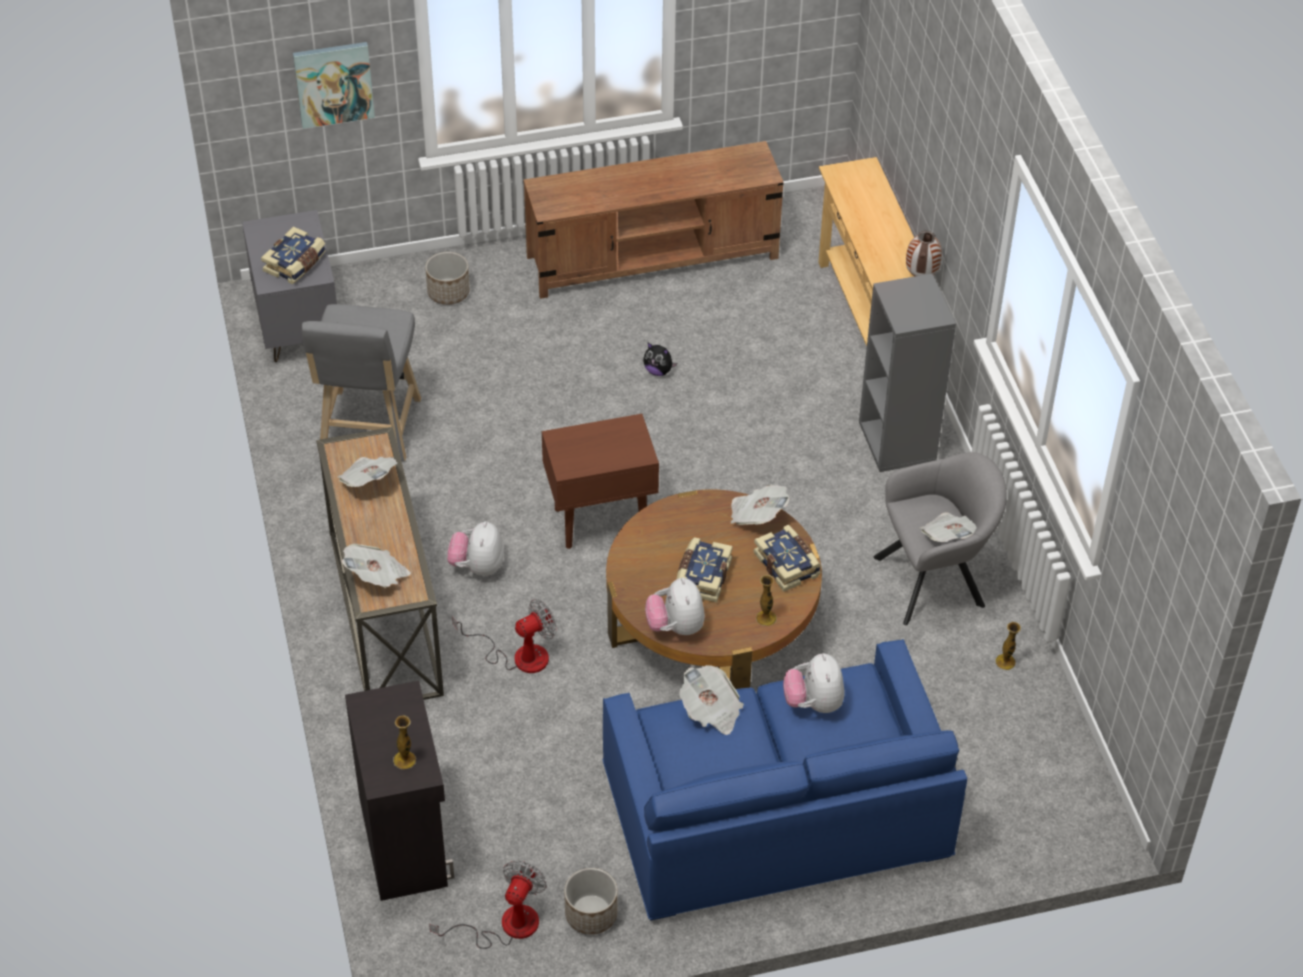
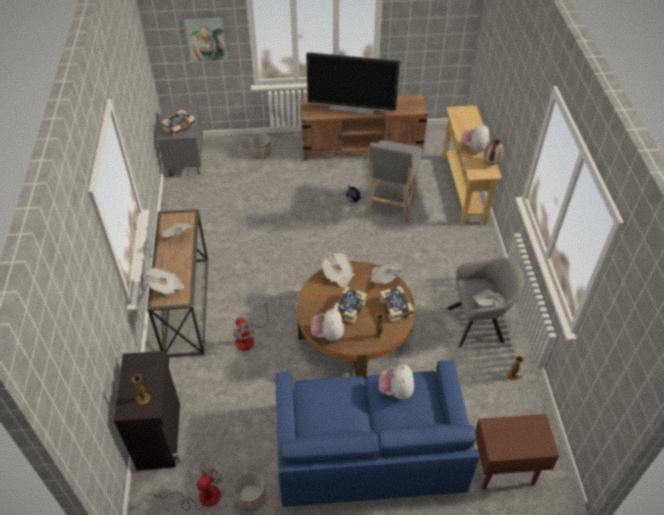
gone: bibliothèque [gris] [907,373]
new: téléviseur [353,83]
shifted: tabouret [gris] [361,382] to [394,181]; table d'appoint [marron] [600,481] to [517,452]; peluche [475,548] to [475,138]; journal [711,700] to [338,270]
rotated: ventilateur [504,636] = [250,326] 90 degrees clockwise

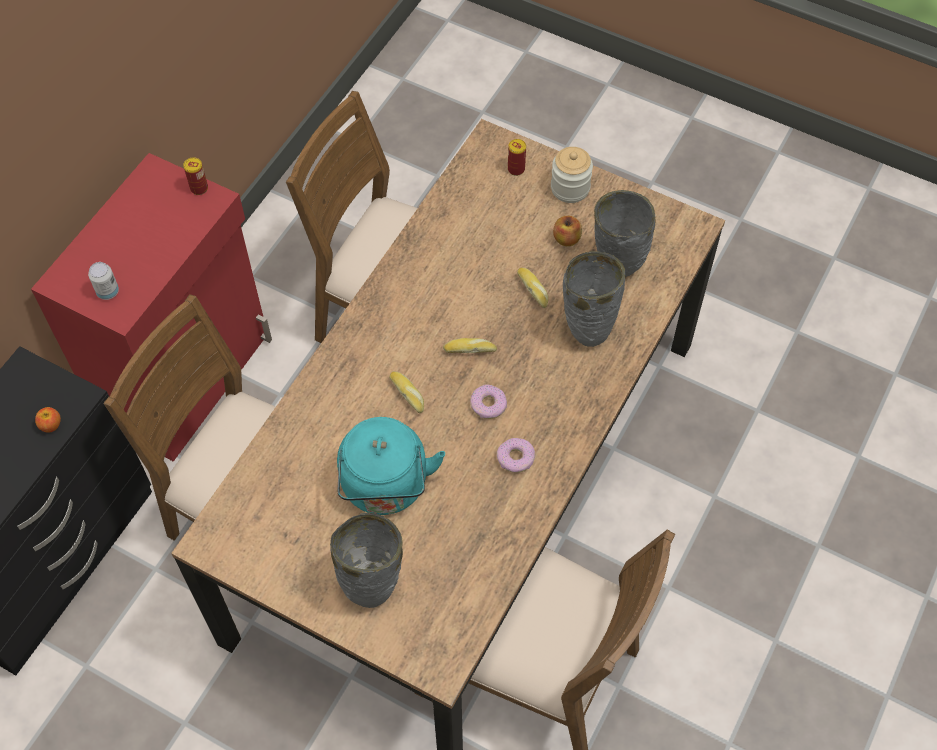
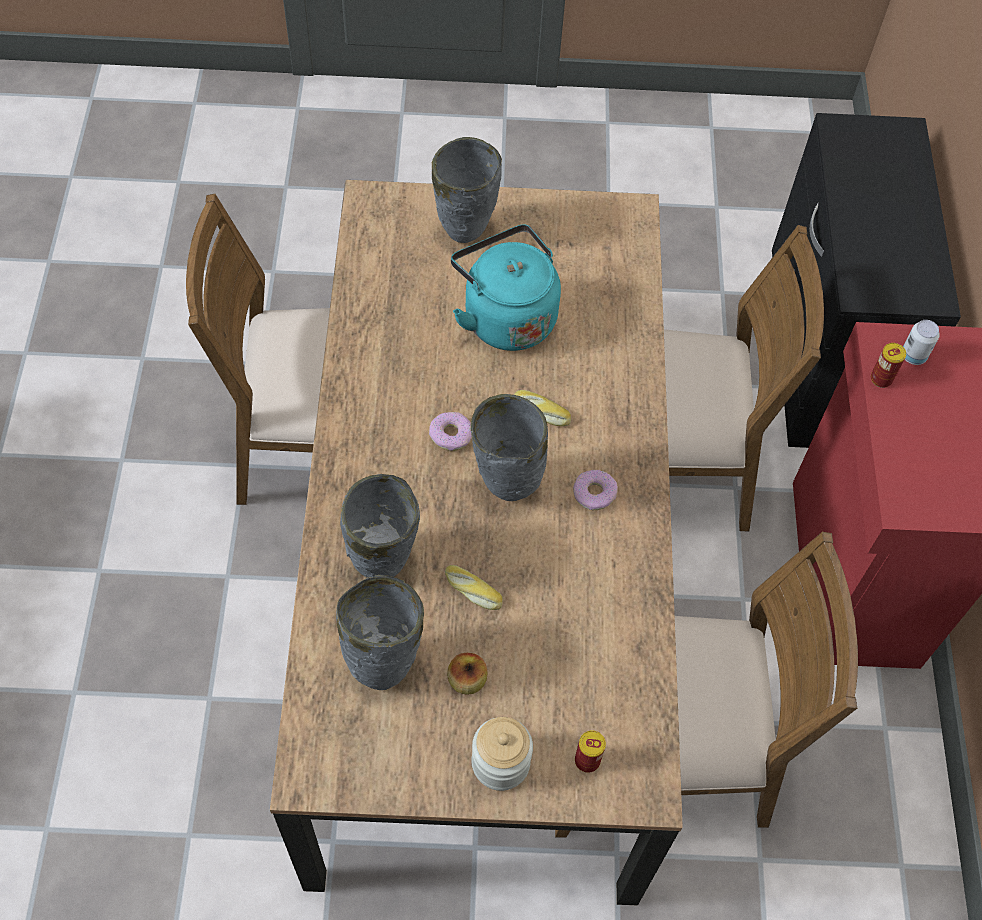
gone: pomme [48,420]
shifted: boîte métallique [195,176] to [888,365]; beignet [515,455] to [595,490]
swapped: pain [470,345] to vase [gris] [509,447]

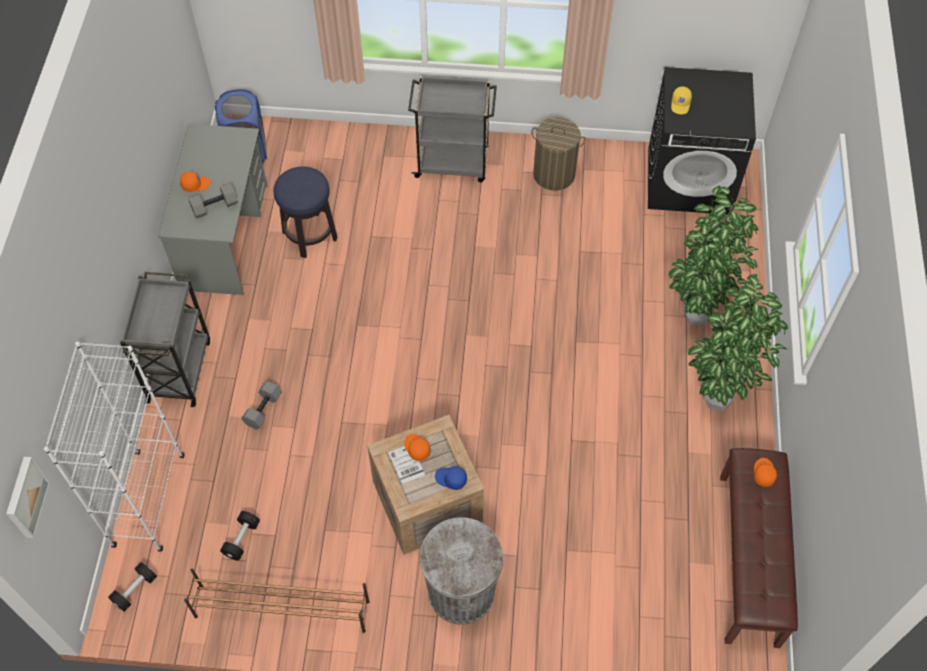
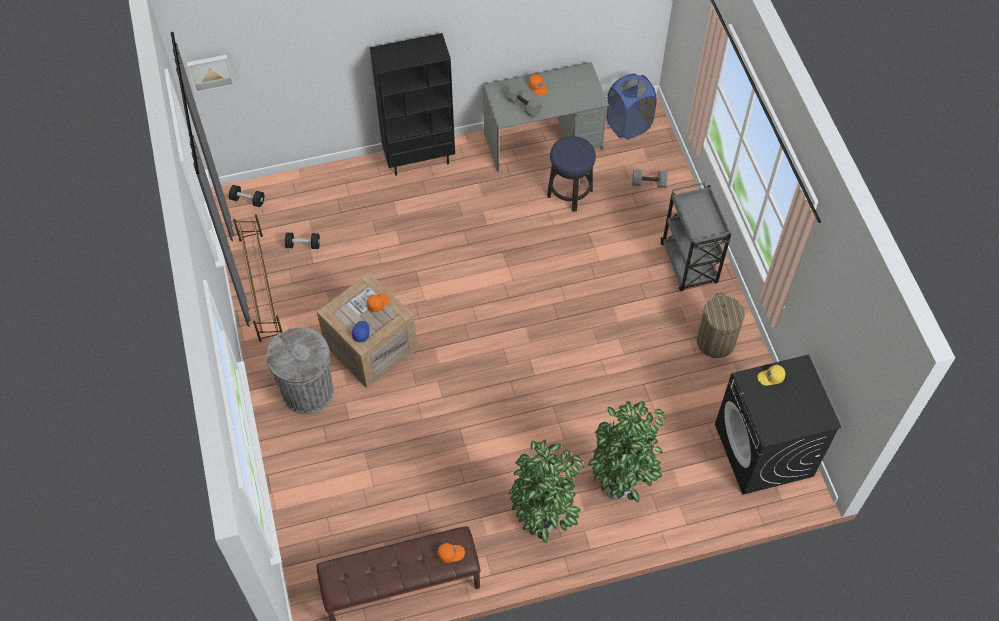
gone: bibliothèque [blanc] [114,447]
shifted: haltère [gris] [261,405] to [650,178]
swapped: chariot [gris] [165,339] to bibliothèque [noir] [412,104]

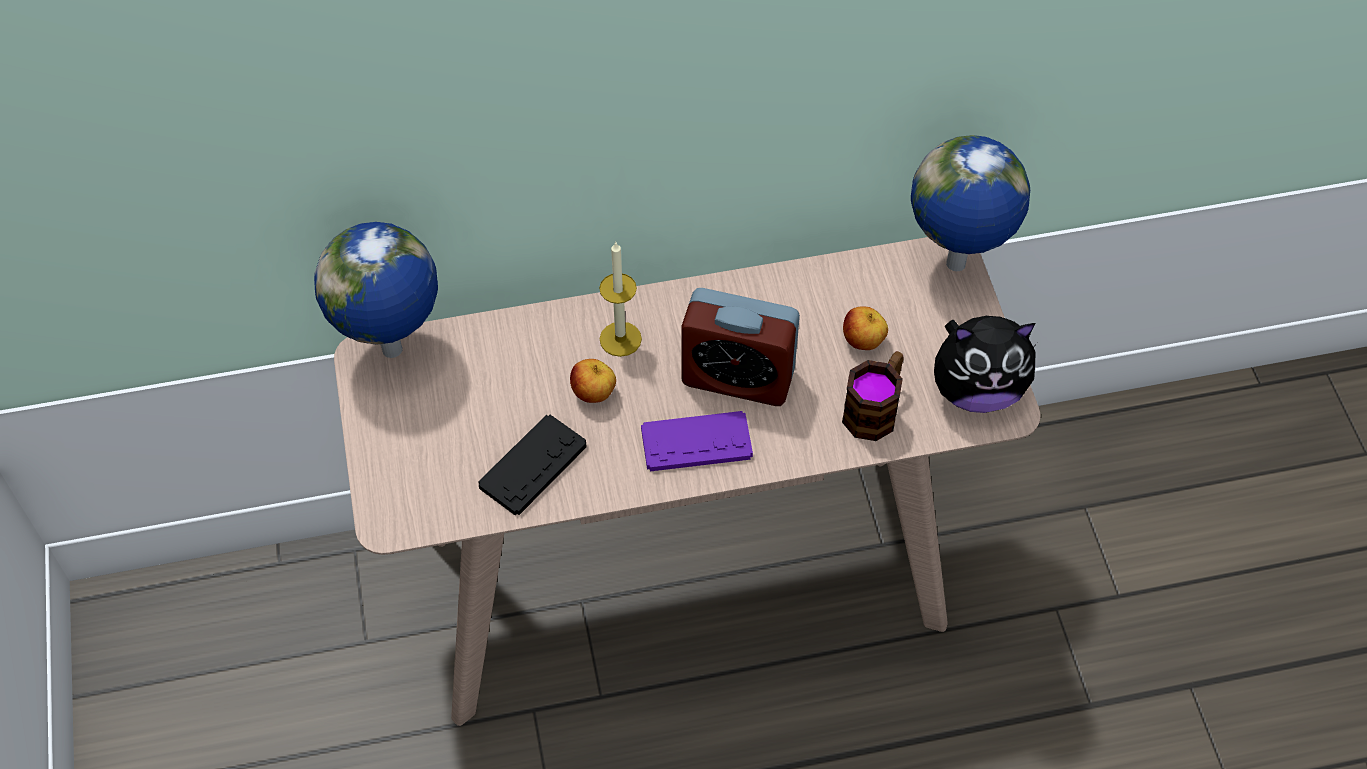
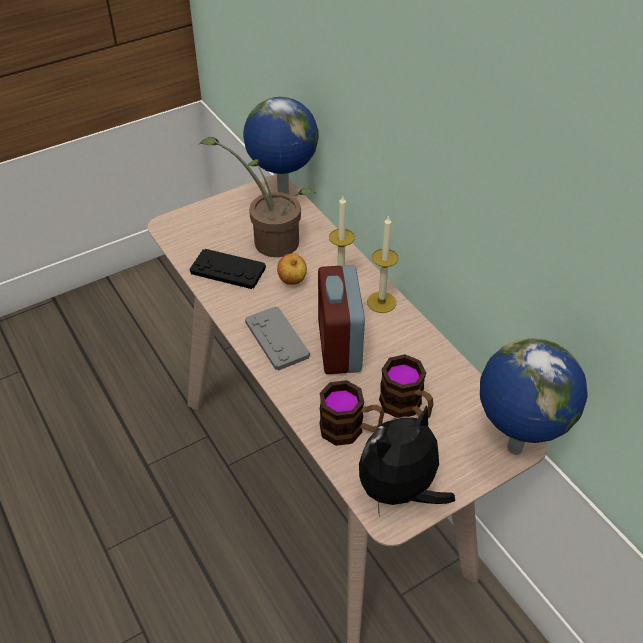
new: plante en pot [257,197]; bougie [382,264]
swapped: pomme [865,328] to mug [406,386]
repainted: manette [violet] [697,441] to manette [gris] [277,338]
rotated: peluche [985,364] = [407,461] 75 degrees clockwise

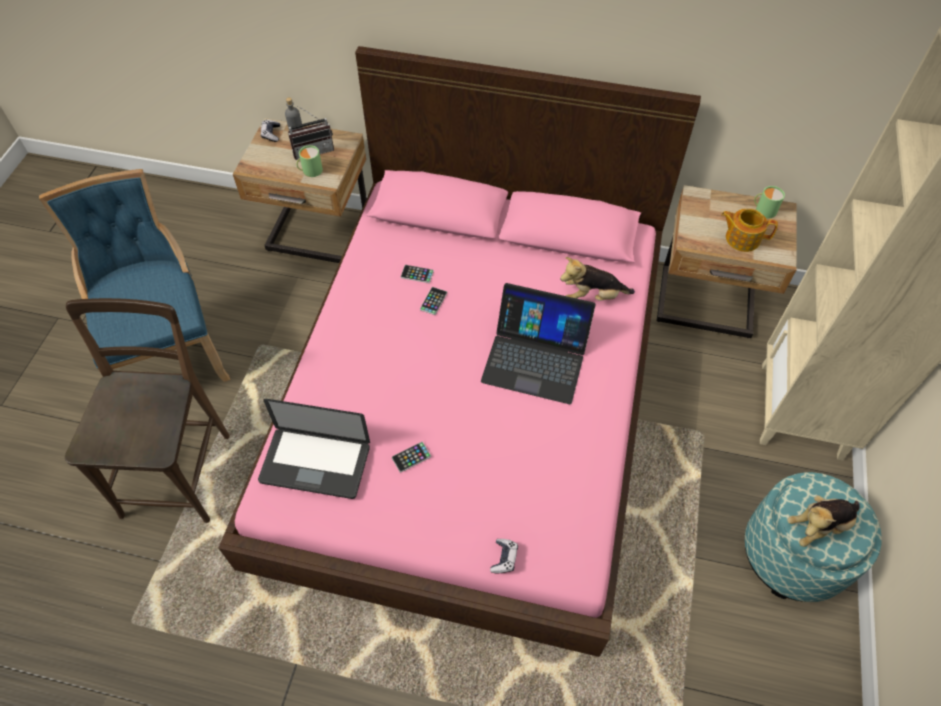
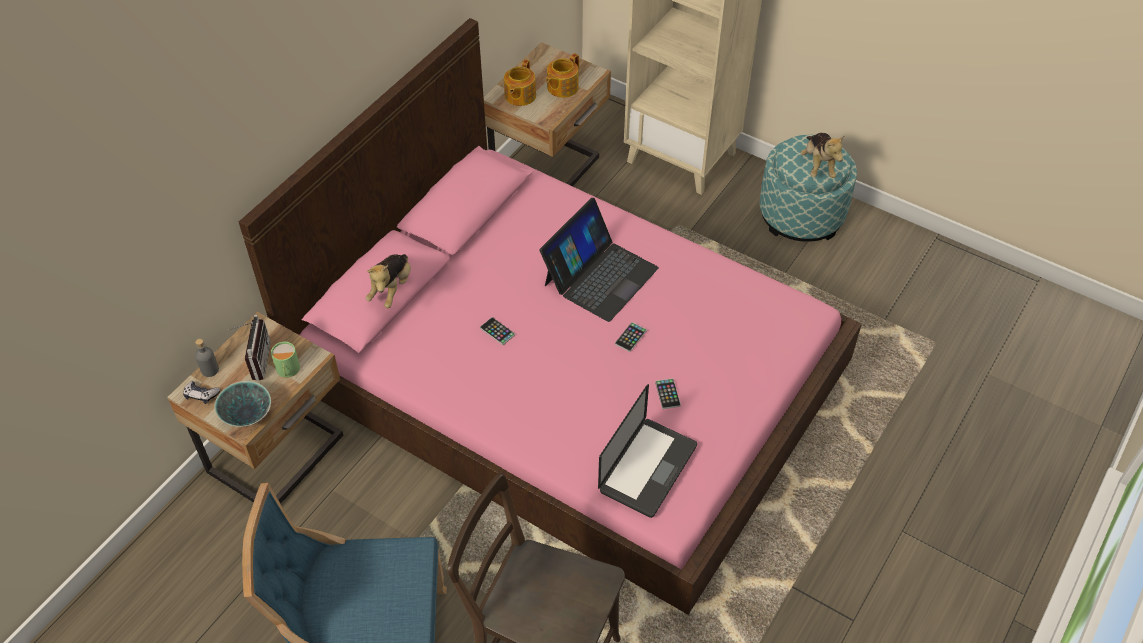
gone: mug [vert] [769,202]; manette [504,556]
new: théière [520,83]; bol [243,404]
shifted: peluche [597,279] to [388,281]; téléphone [417,274] to [631,337]

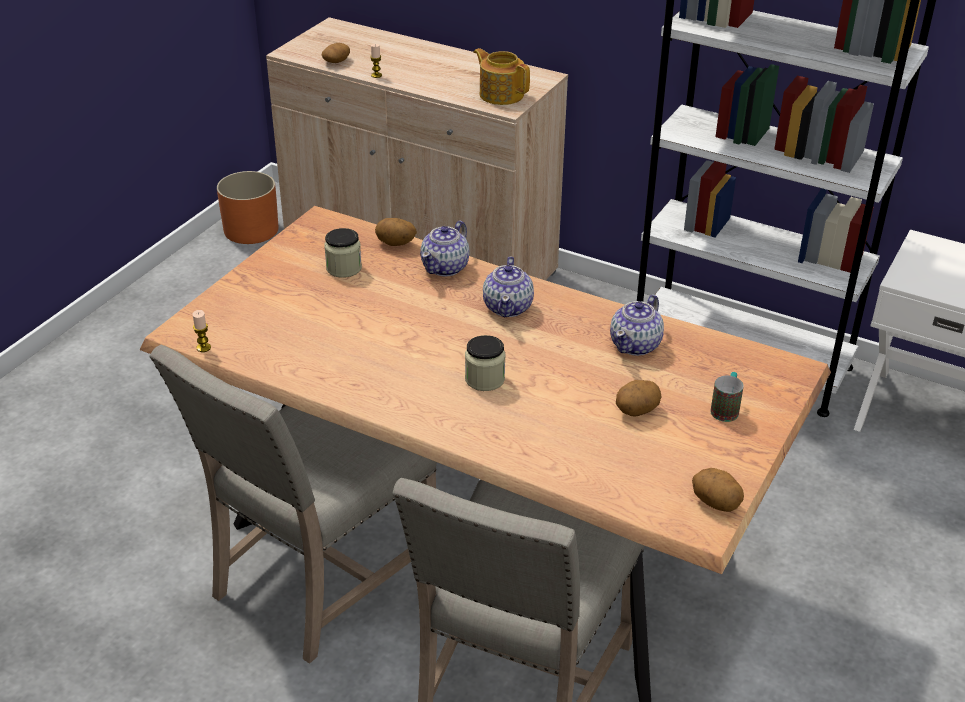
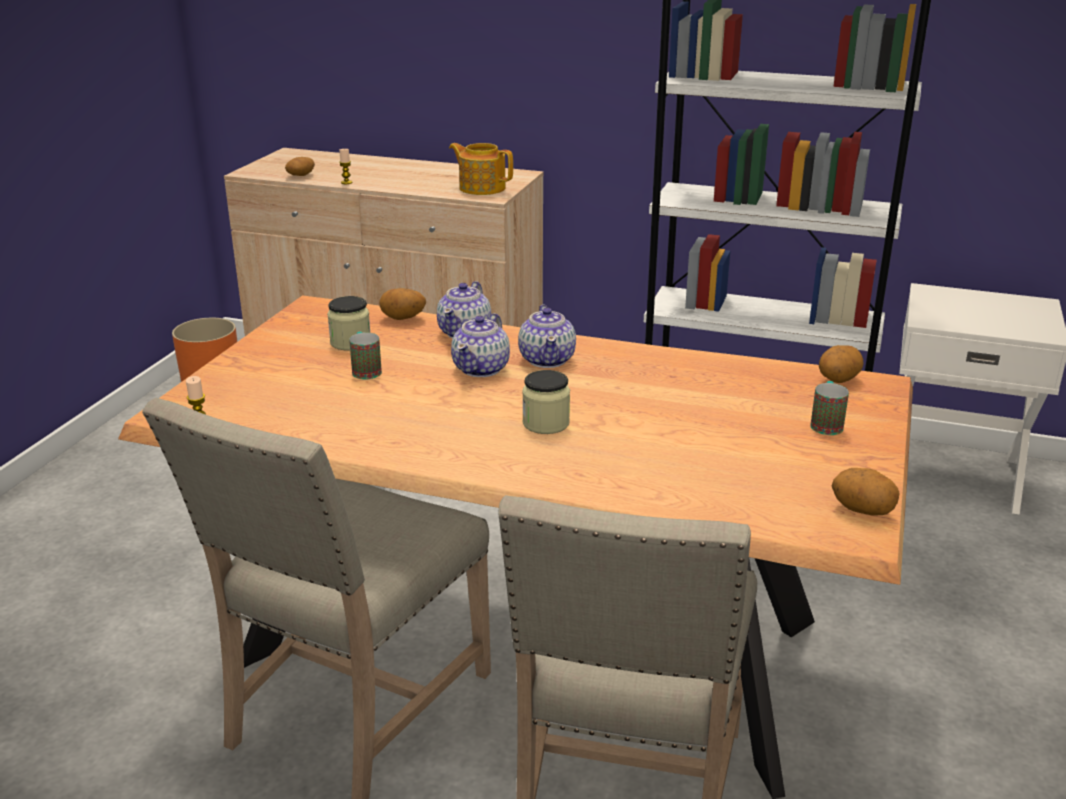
new: mug [365,355]
shifted: théière [637,325] to [480,345]; pomme de terre [639,398] to [841,364]

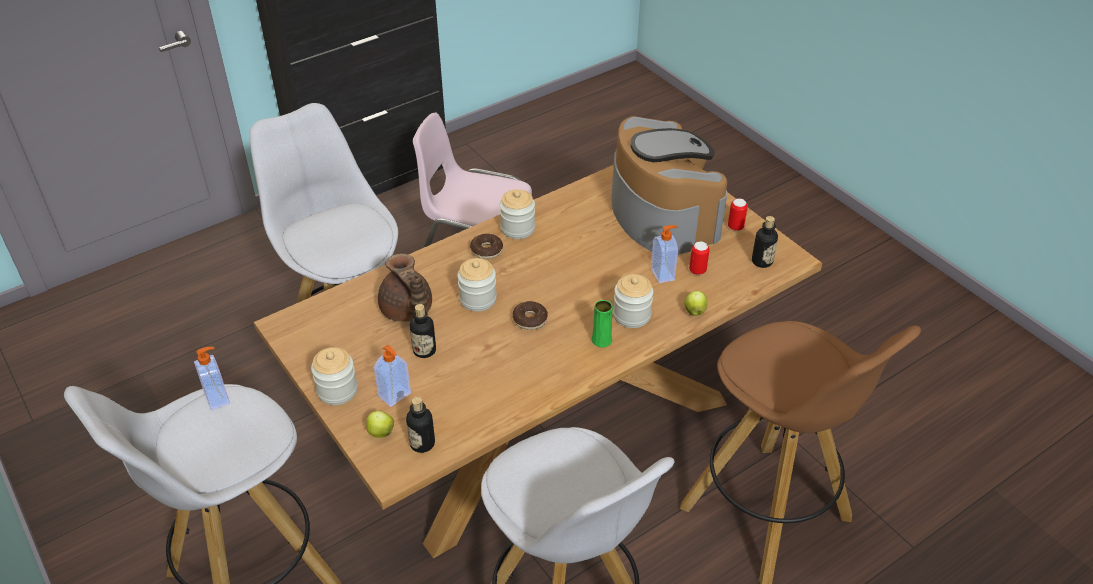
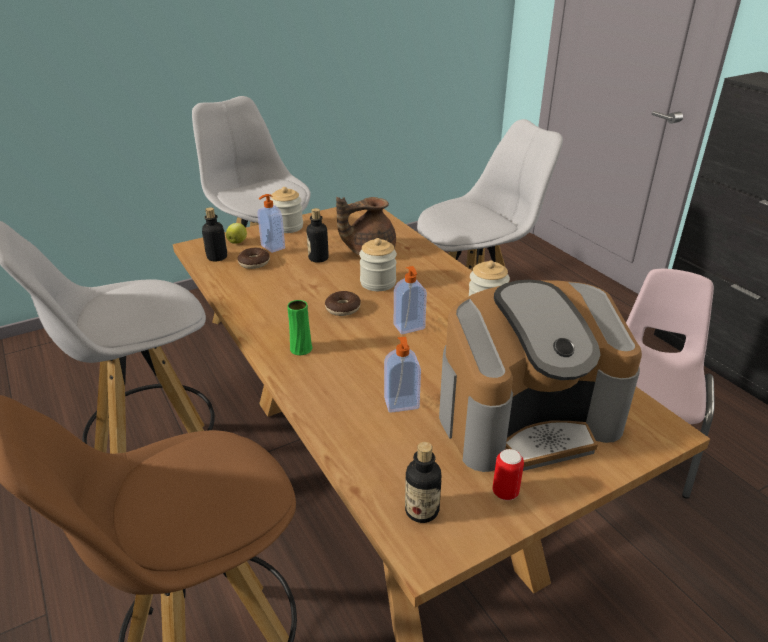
gone: boîte métallique [699,258]; bocal [633,301]; pomme [696,303]
shifted: beignet [486,246] to [254,258]; distributeur de savon [212,378] to [410,300]

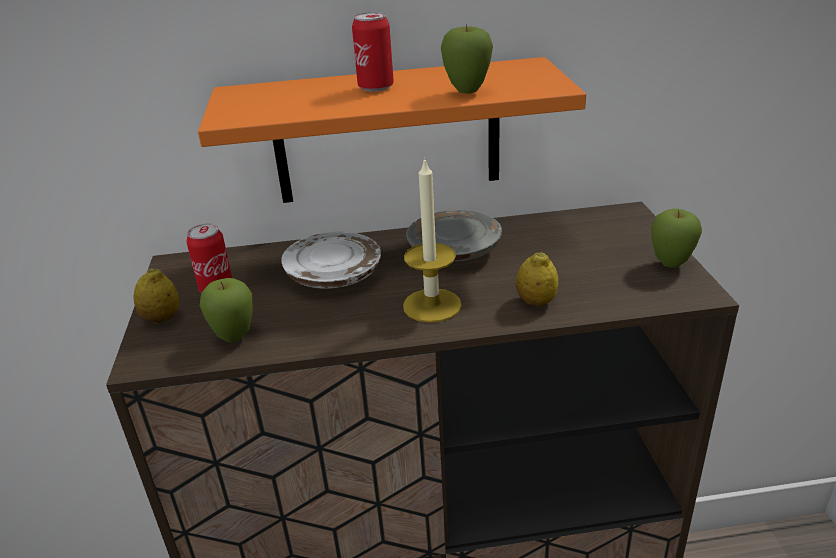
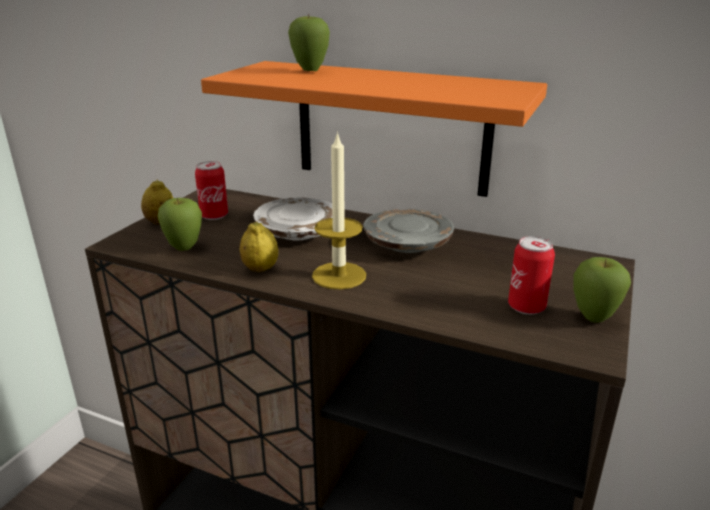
shifted: boîte métallique [373,52] to [531,275]; pomme [467,59] to [309,42]; citron [537,279] to [259,247]

